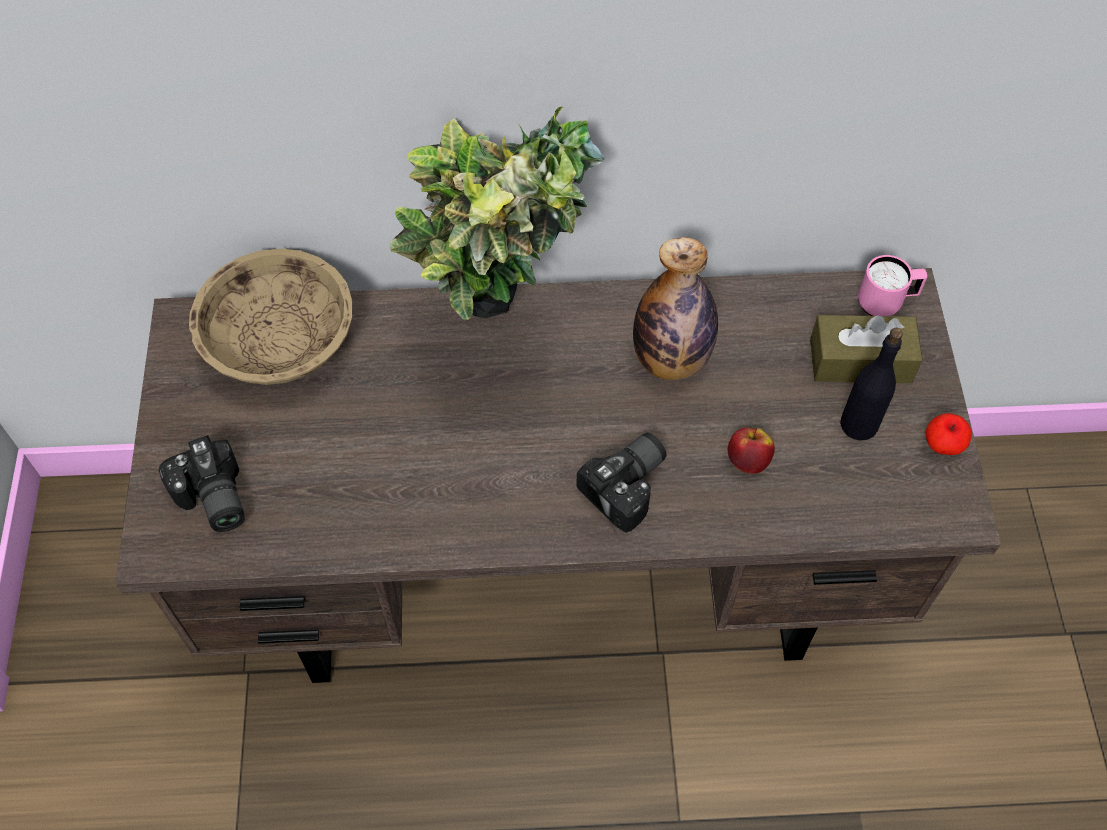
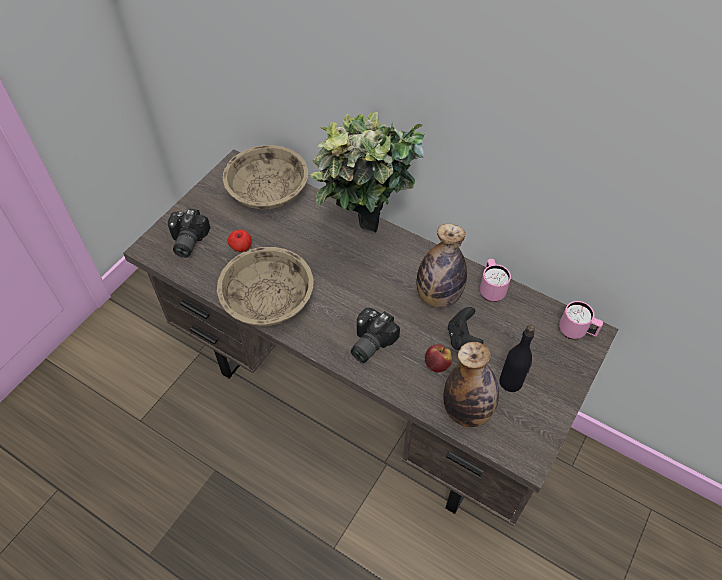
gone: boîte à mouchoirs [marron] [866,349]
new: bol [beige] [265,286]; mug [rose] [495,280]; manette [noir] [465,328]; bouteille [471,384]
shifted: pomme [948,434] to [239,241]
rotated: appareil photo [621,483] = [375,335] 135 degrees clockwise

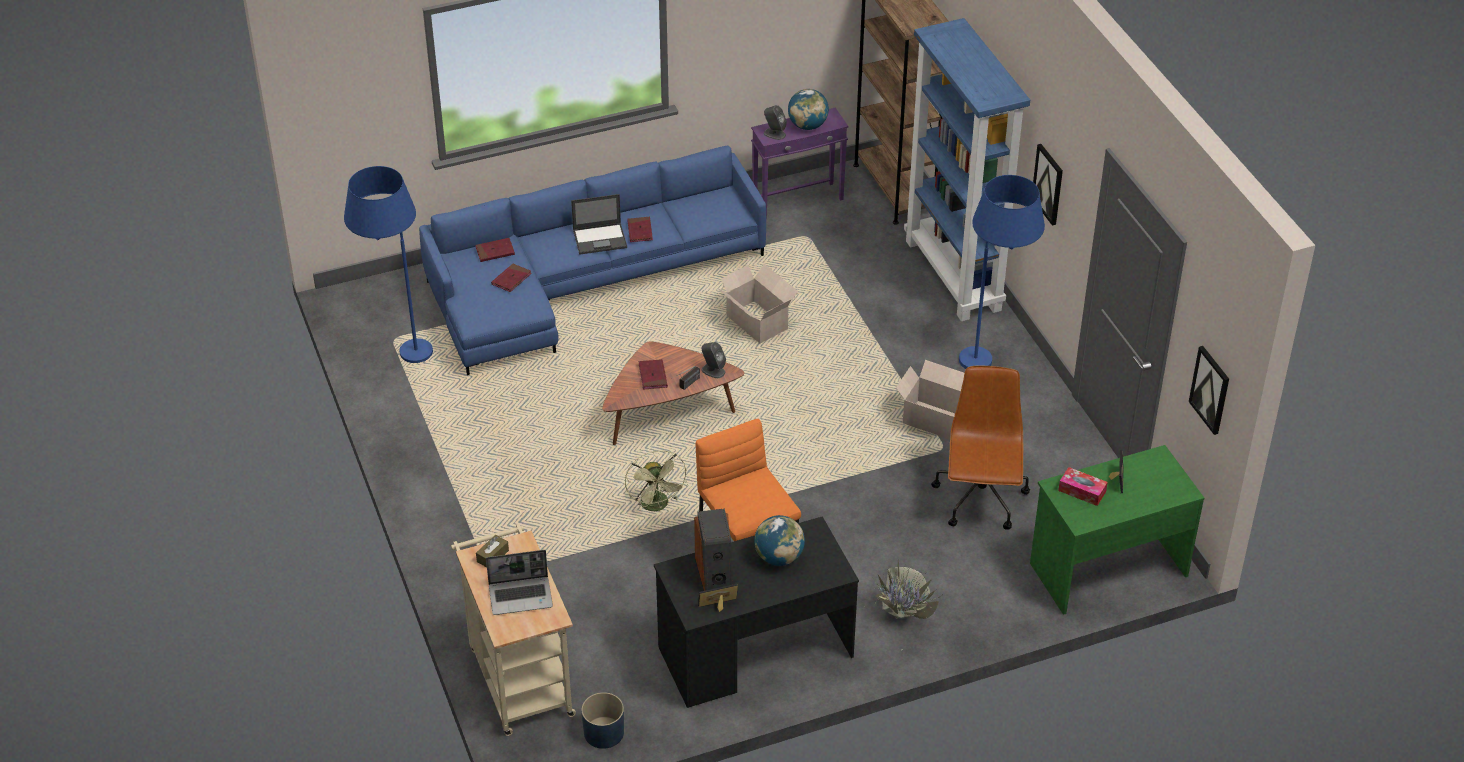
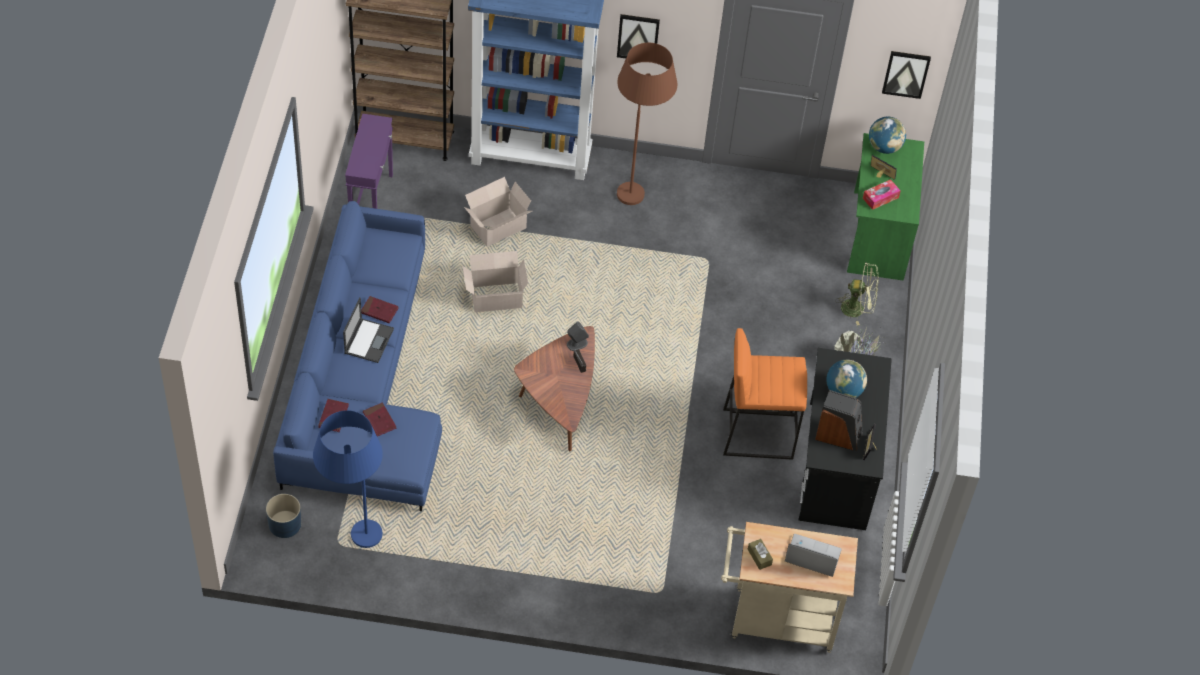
gone: enceinte [gris] [775,122]; livre [rouge] [653,374]; chaise de bureau [marron] [980,448]
shifted: globe [808,109] to [887,135]; carton [930,400] to [498,212]; ventilateur [vert] [656,480] to [857,293]; cache-pot [bleu] [602,720] to [283,516]
repainted: lampadaire [bleu] [1002,272] to lampadaire [marron] [647,124]
rotated: ordinateur portable [519,582] = [813,555] 90 degrees counterclockwise

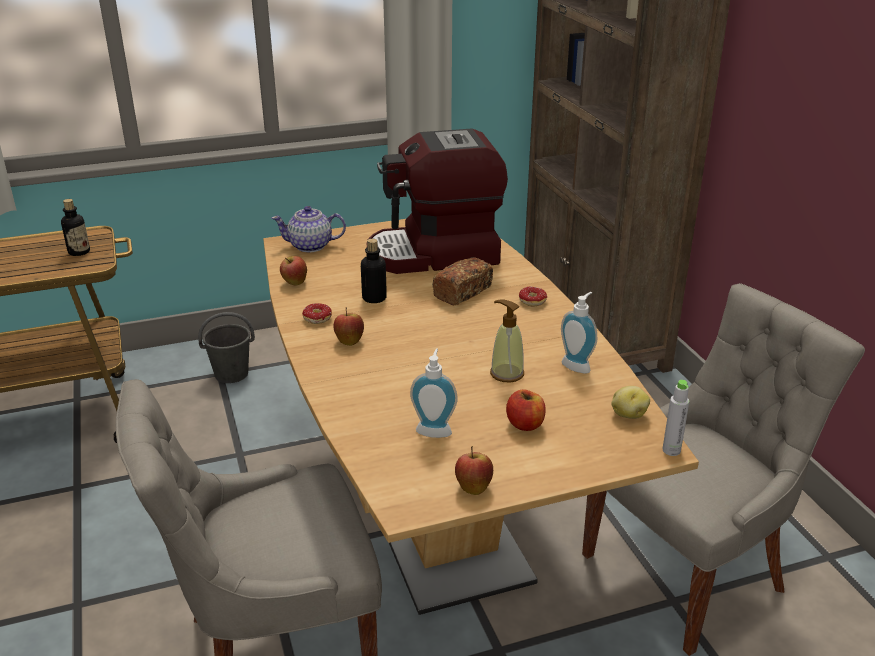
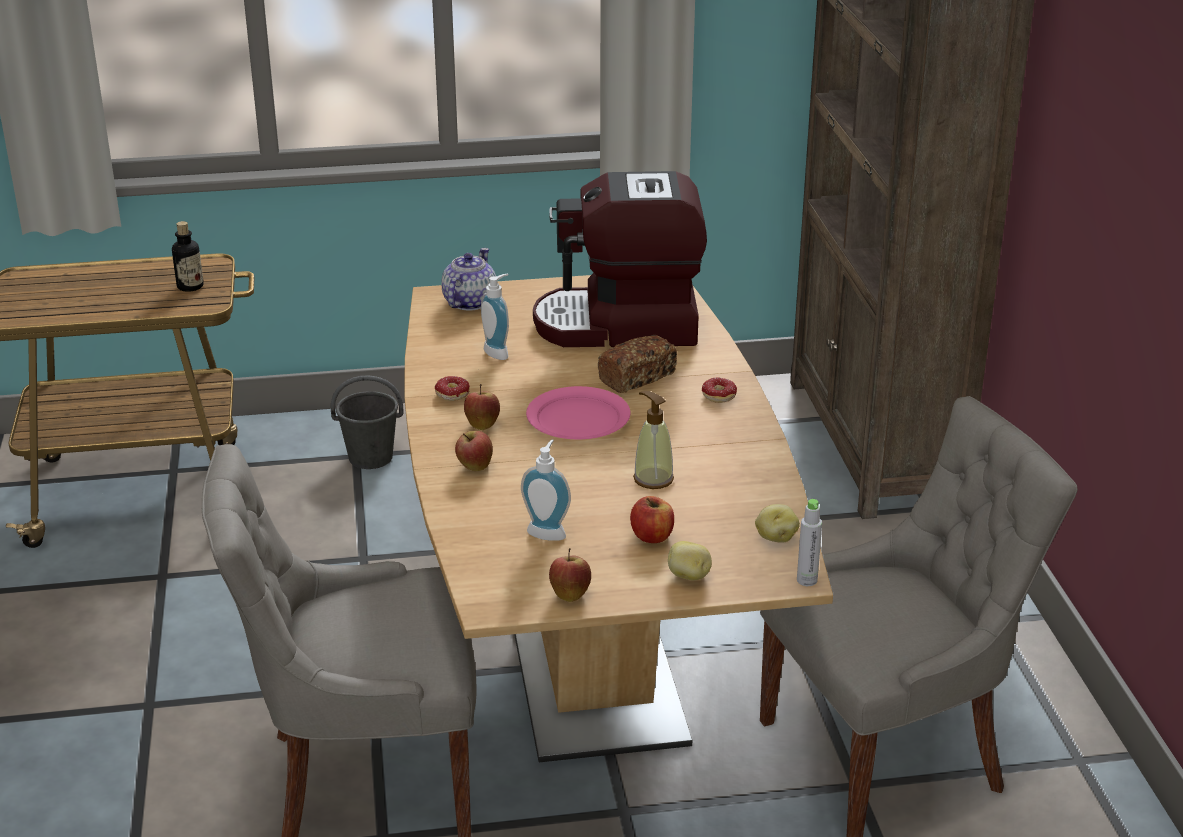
gone: bouteille [374,271]
new: assiette [rose] [578,412]; pomme de terre [690,560]
shifted: pomme [293,270] to [474,451]; distributeur de savon [579,332] to [495,316]
rotated: théière [308,229] = [469,279] 105 degrees clockwise

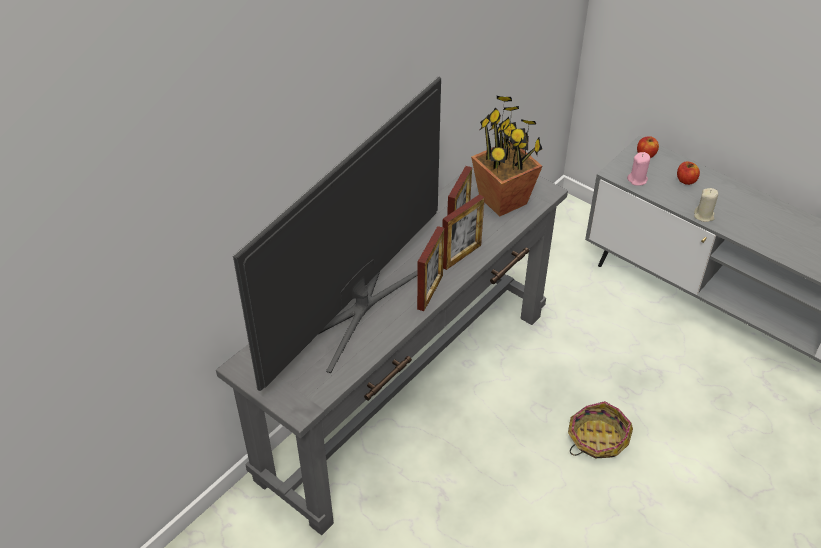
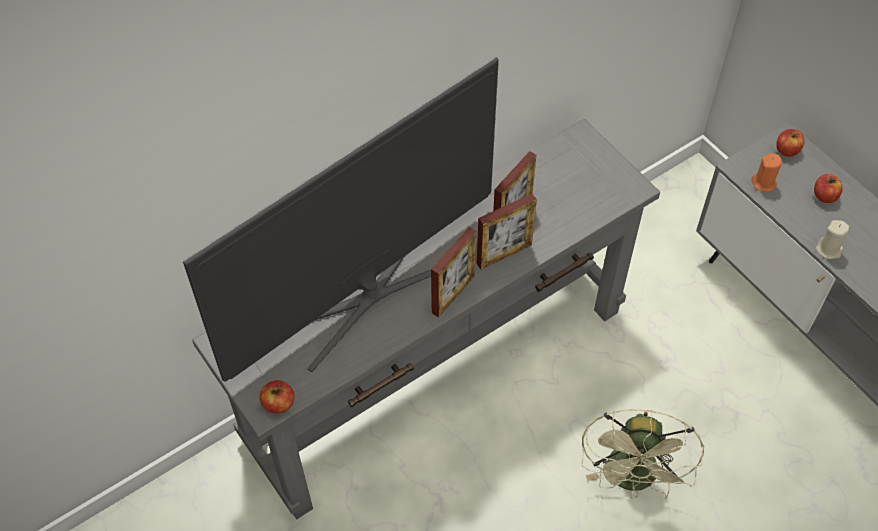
gone: plante en pot [507,156]
new: pomme [277,396]
swapped: panier [600,429] to ventilateur [vert] [643,454]
repainted: bougie [rose] [638,169] to bougie [orange] [766,172]

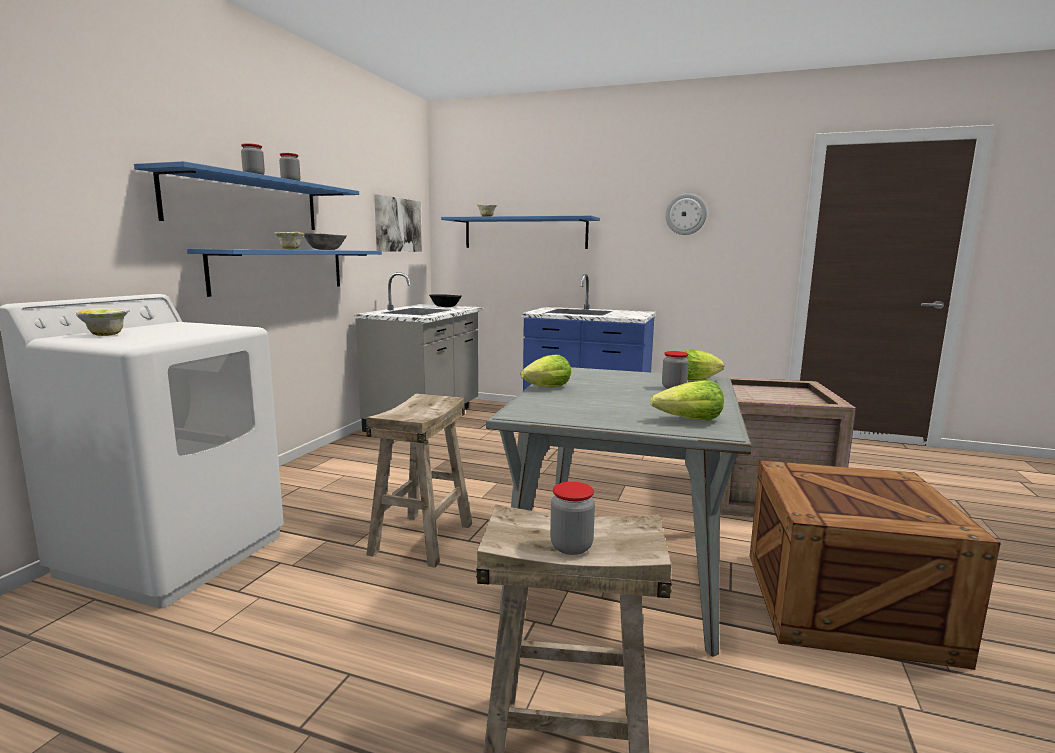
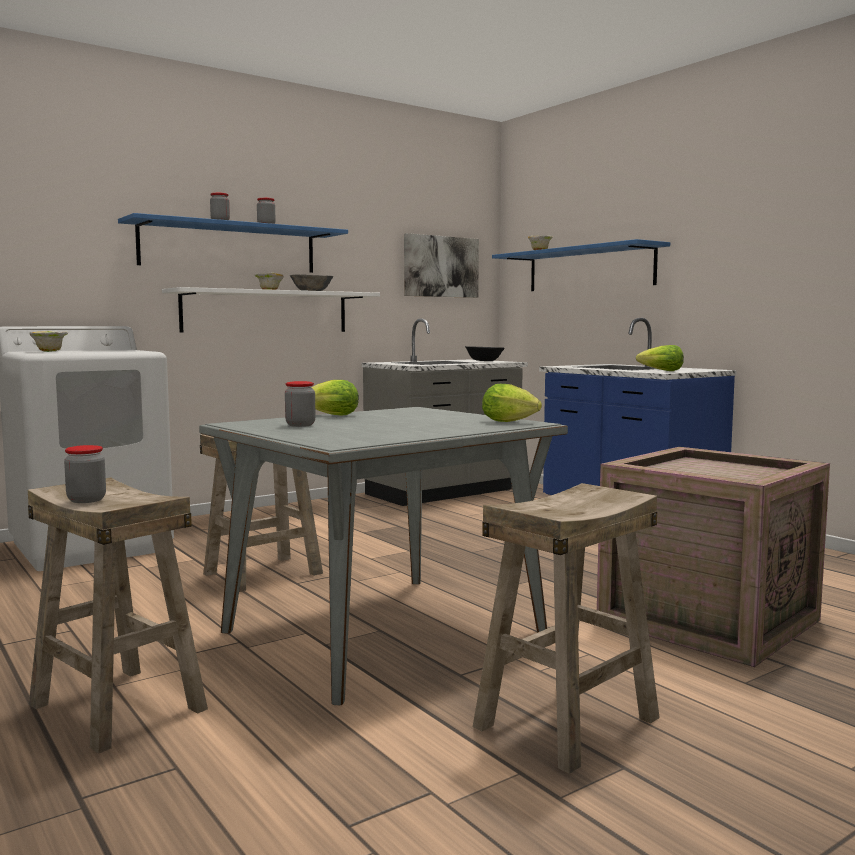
gone: horloge murale [686,214]
shifted: bocal [675,370] to [300,404]; laitue [687,400] to [660,358]
swapped: caisse [875,565] to tabouret [beige] [566,628]
repainted: étagère [bleu] [284,273] to étagère [blanc] [271,310]

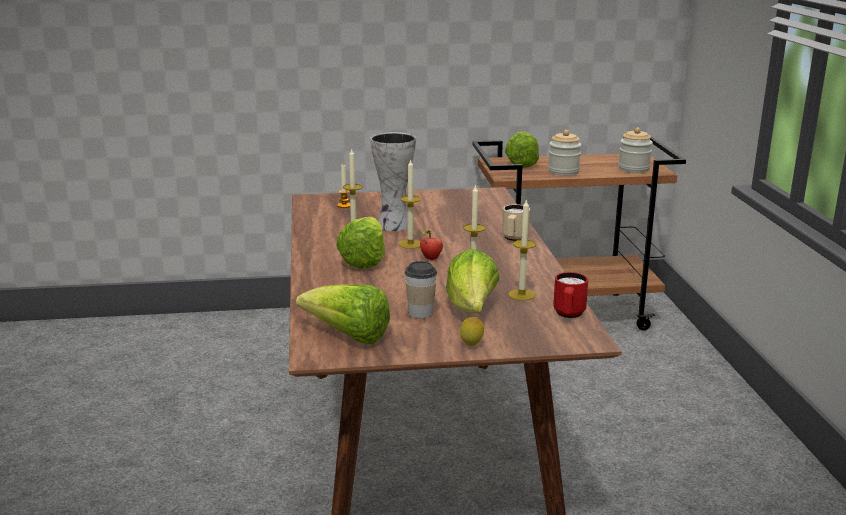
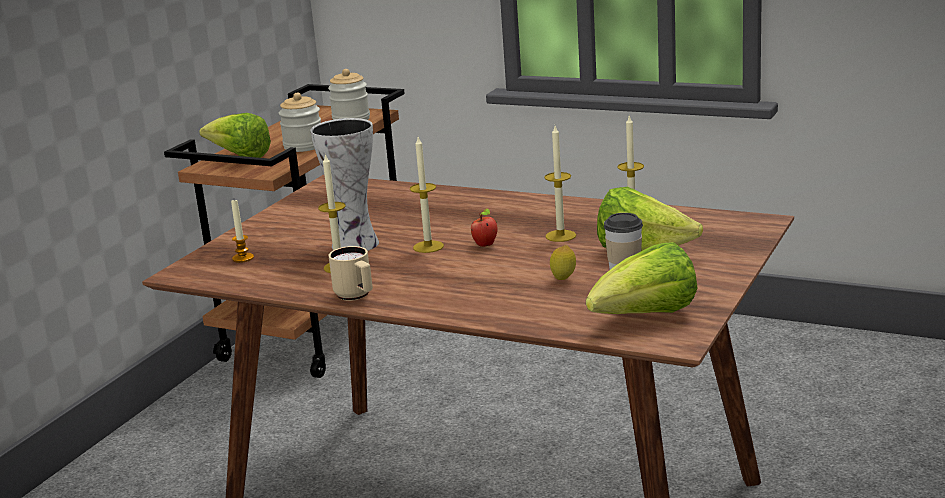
gone: laitue [360,243]; mug [rouge] [570,295]
shifted: mug [beige] [516,222] to [350,273]; citron [472,331] to [563,262]

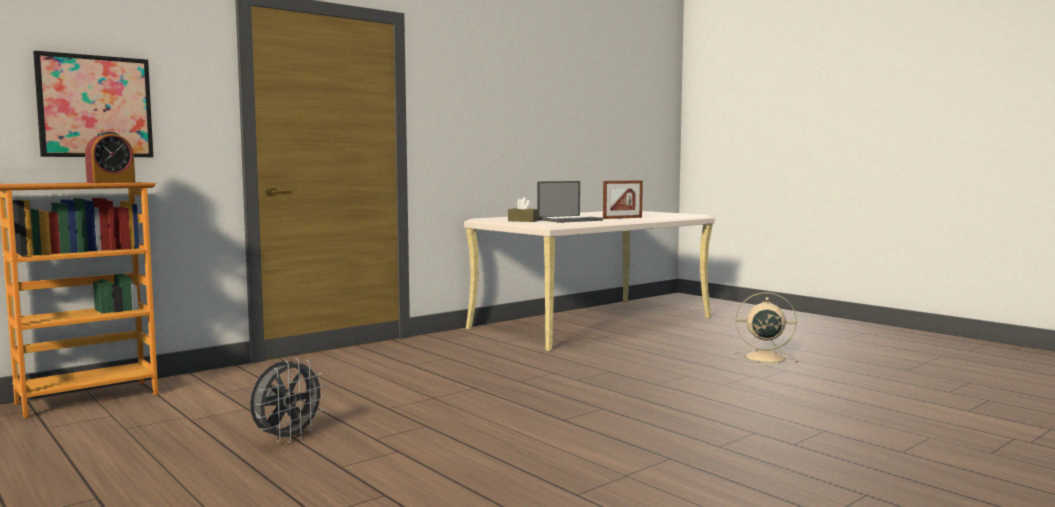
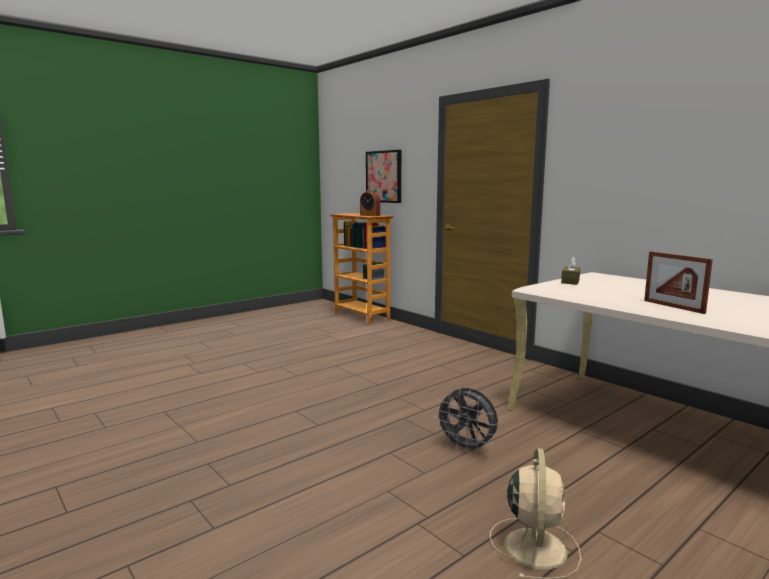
gone: ordinateur portable [570,202]
shifted: ventilateur [gris] [288,400] to [466,421]

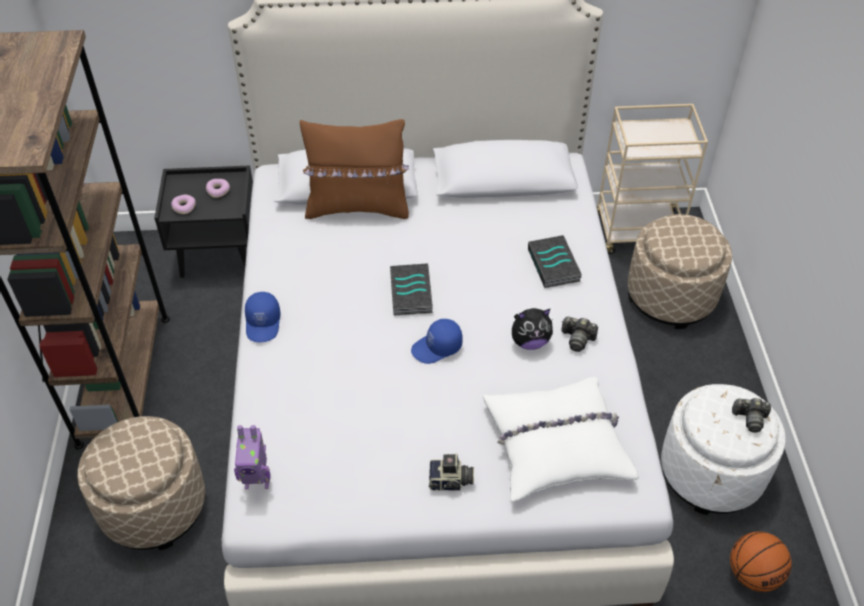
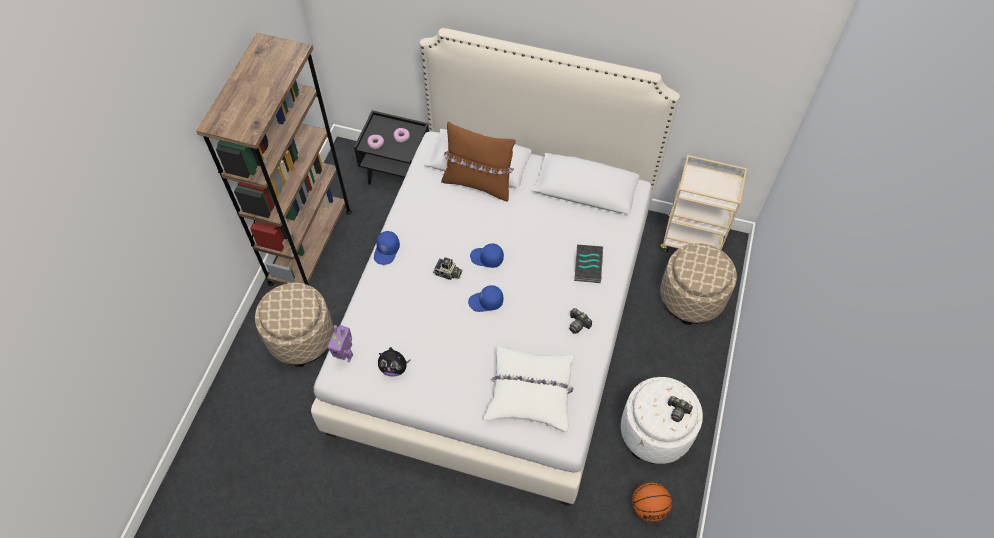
shifted: peluche [532,329] to [394,361]; appareil photo [451,472] to [447,268]
swapped: livre [411,289] to casquette [bleu] [487,255]

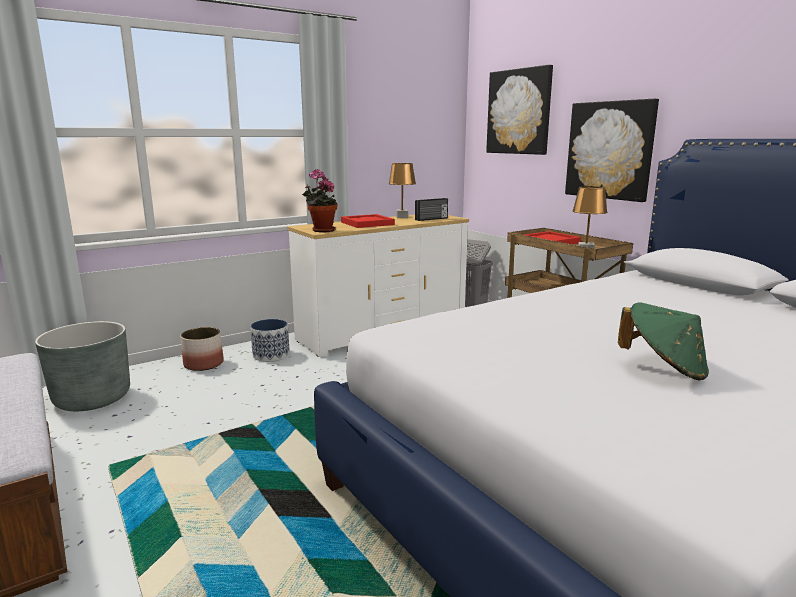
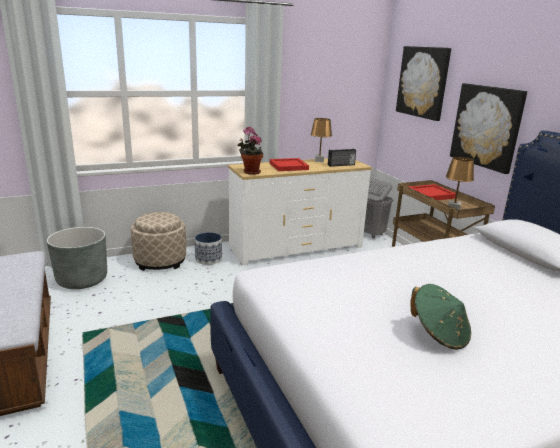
swapped: cache-pot [201,349] to pouf [beige] [158,241]

